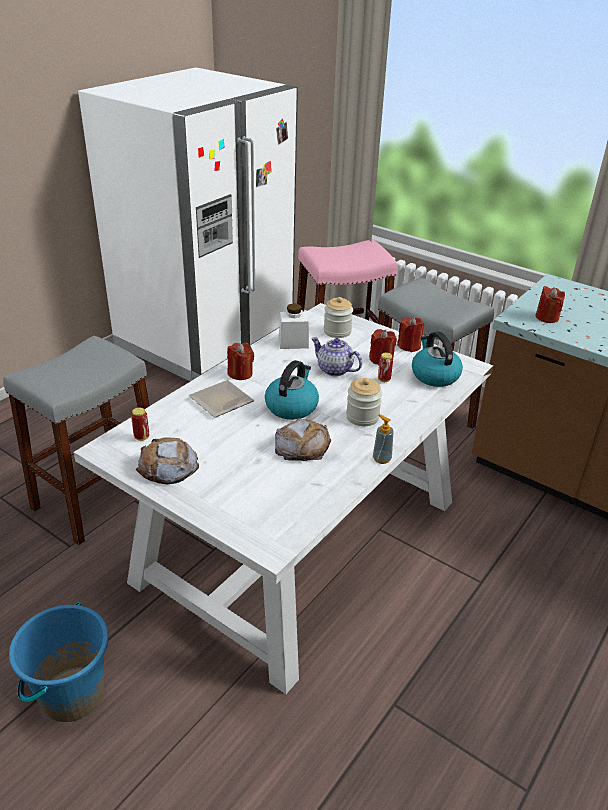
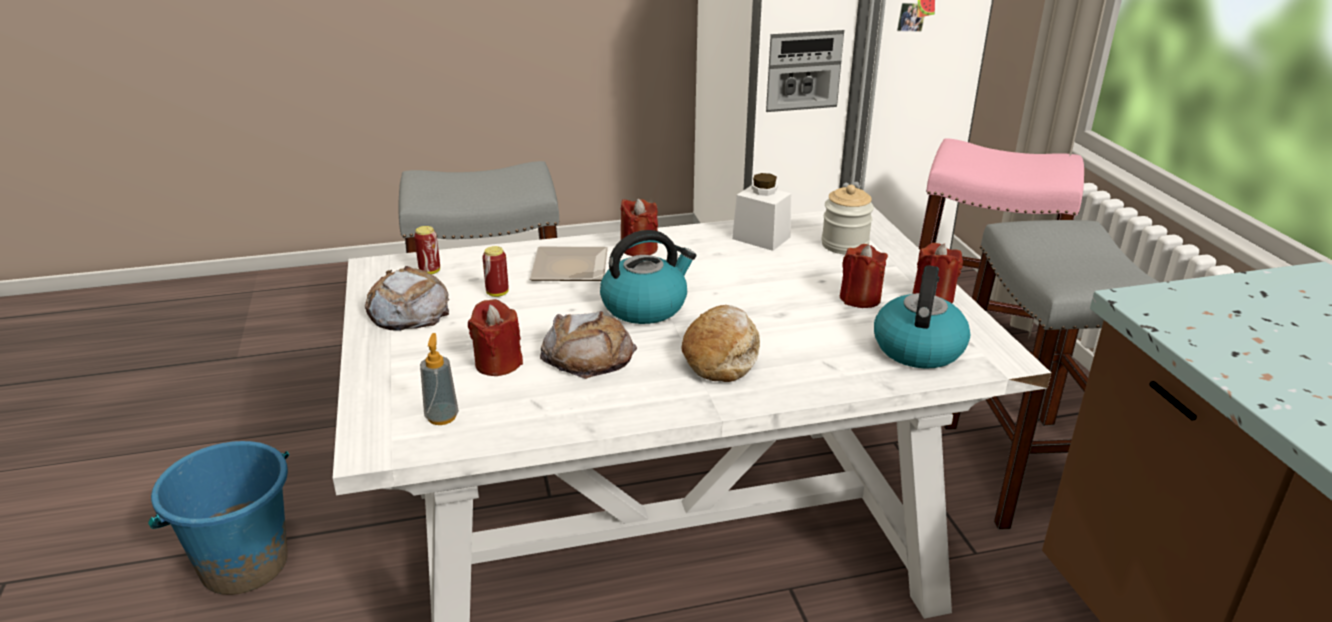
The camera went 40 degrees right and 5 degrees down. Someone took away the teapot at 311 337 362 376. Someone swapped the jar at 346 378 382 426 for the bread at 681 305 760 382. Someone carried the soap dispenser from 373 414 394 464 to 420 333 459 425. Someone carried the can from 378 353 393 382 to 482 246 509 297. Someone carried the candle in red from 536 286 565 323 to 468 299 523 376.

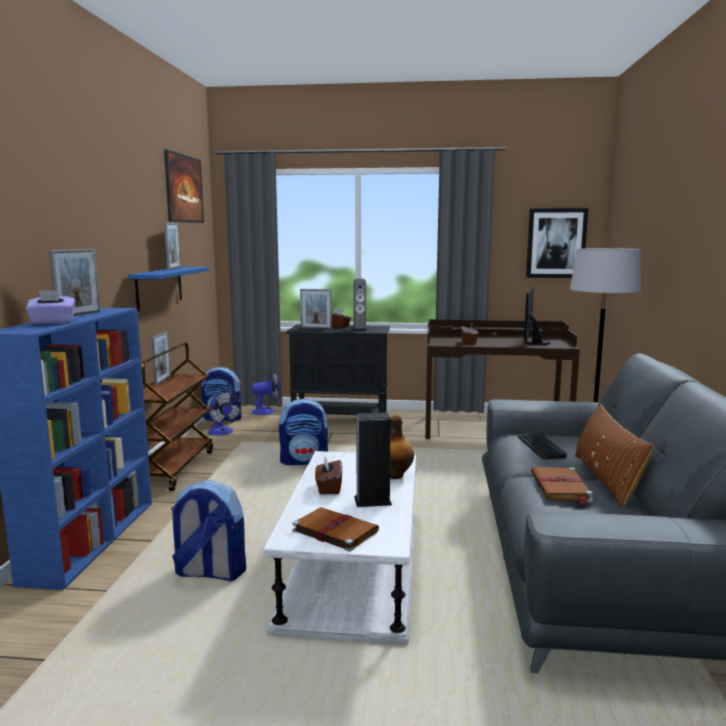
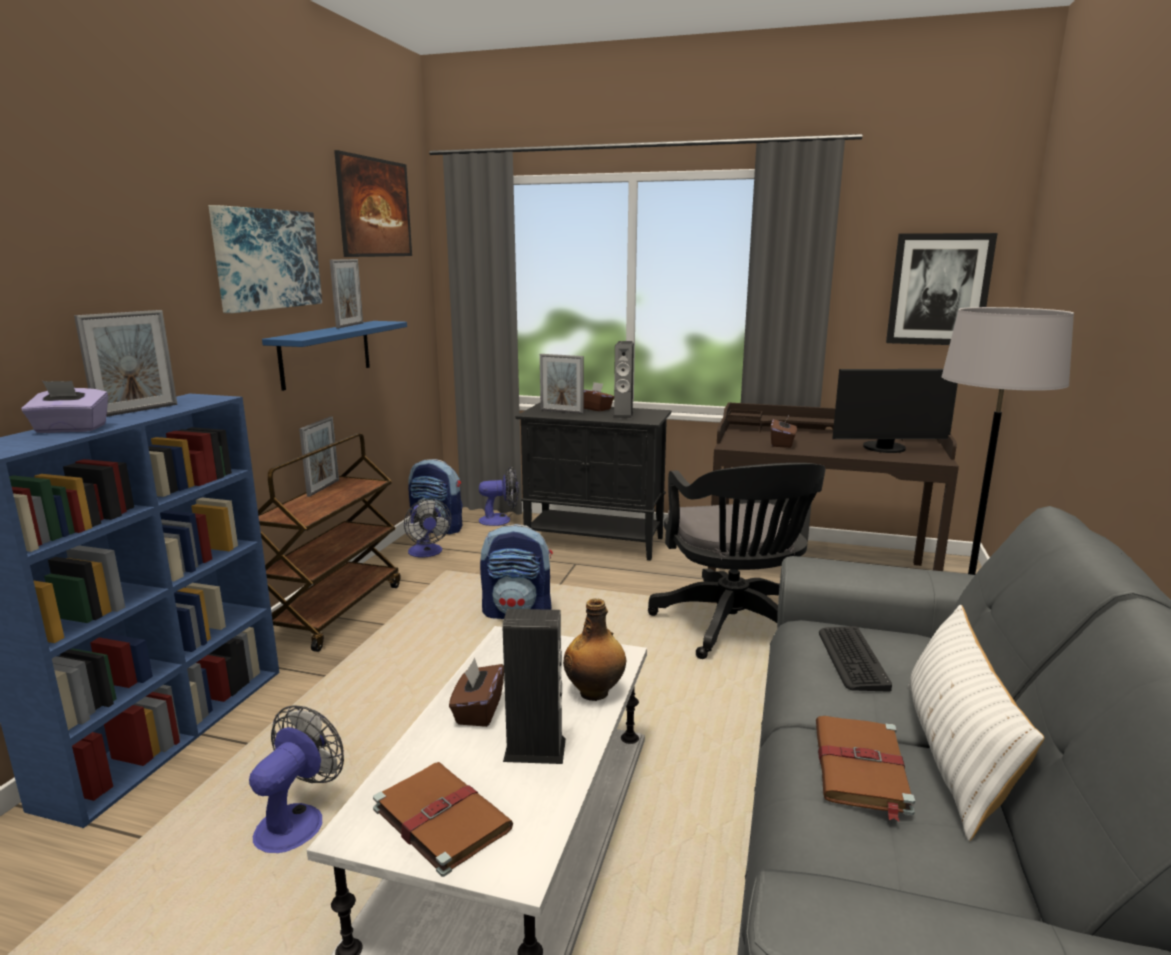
The camera went 10 degrees right and 5 degrees up. Someone swapped the backpack at 171 480 246 581 for the fan at 249 706 344 853. Someone rotated the monitor at 524 287 551 345 by 120 degrees counterclockwise. Someone repainted the pillow in brown at 575 404 654 508, which became the pillow in white at 908 604 1044 841. Someone put up the picture at 209 205 322 313. Someone put down the office chair in black at 648 463 825 659.

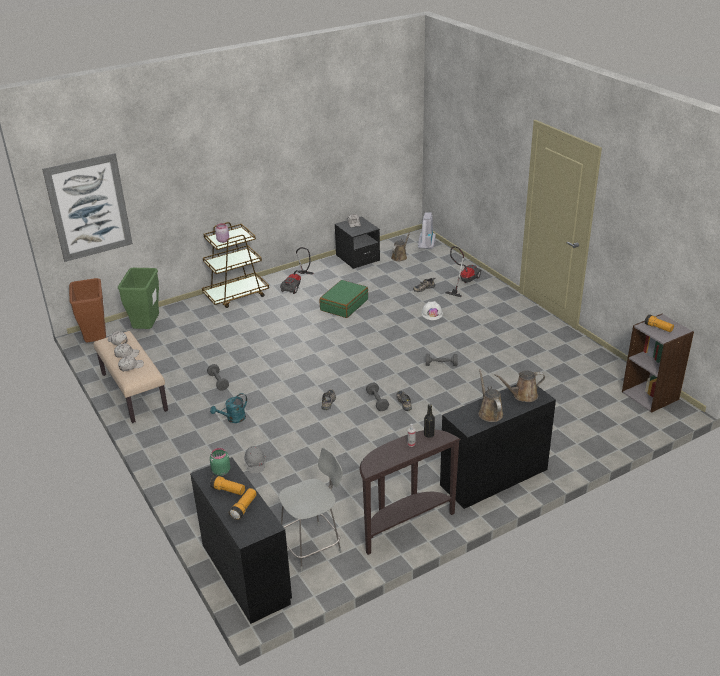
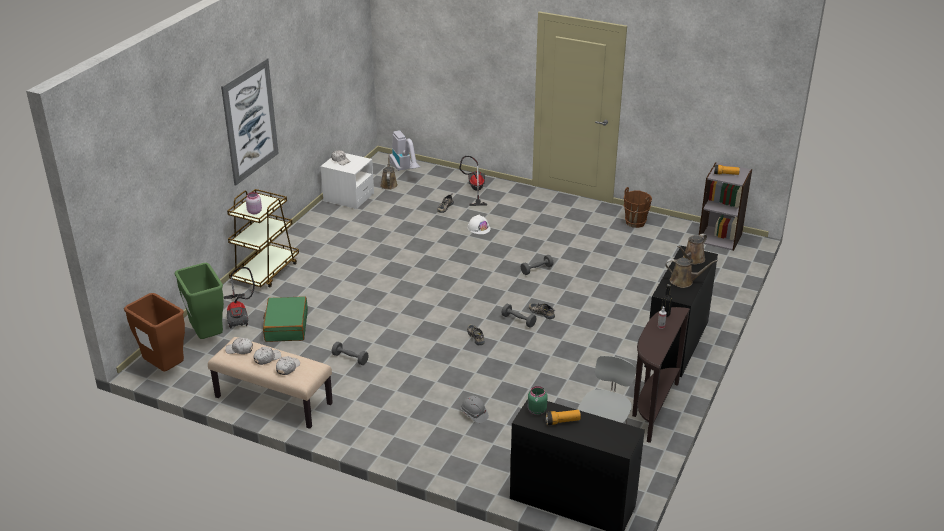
The camera went 35 degrees left and 0 degrees up. Someone carried the picture from 42 153 133 262 to 221 58 279 186. Someone took away the watering can in turquoise at 210 393 247 423. Someone took away the flashlight at 229 488 257 520. Someone carried the vacuum cleaner from 280 247 313 294 to 224 267 255 329. Someone carried the suitcase in green from 320 280 368 318 to 263 296 308 342. Someone repainted the nightstand in black at 335 216 380 269, which became the nightstand in white at 320 153 374 209. Someone rotated the watering can in brown at 479 369 503 422 by 150 degrees clockwise. Someone put down the bucket in brown at 624 187 652 228.

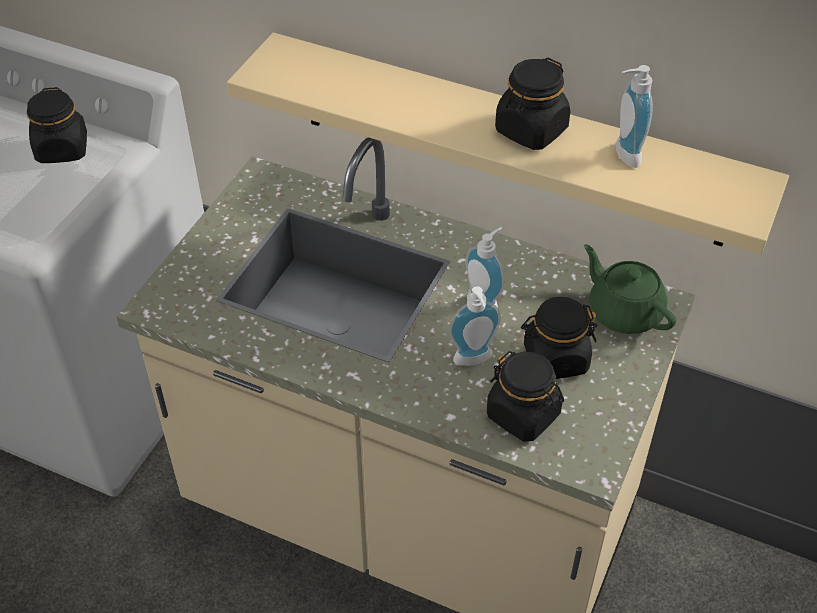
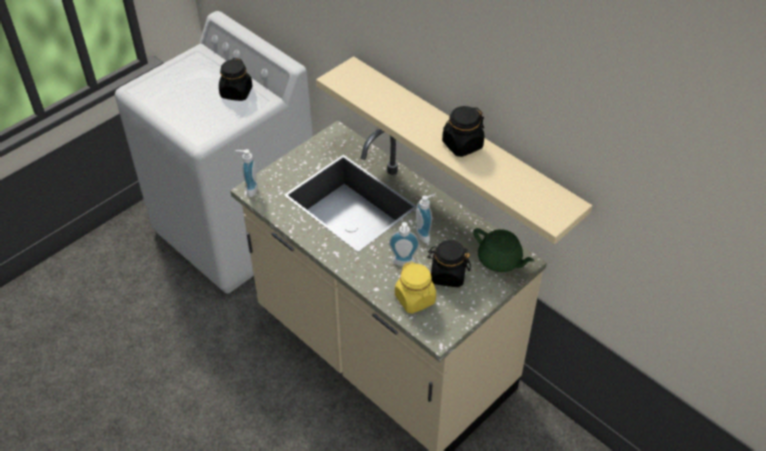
The camera went 20 degrees right and 0 degrees up. Someone repainted the jar in black at 487 351 564 442, which became the jar in yellow at 395 261 436 313. Someone rotated the teapot in green at 584 244 676 334 by 150 degrees clockwise. Someone carried the soap dispenser from 616 65 653 168 to 235 149 258 197.

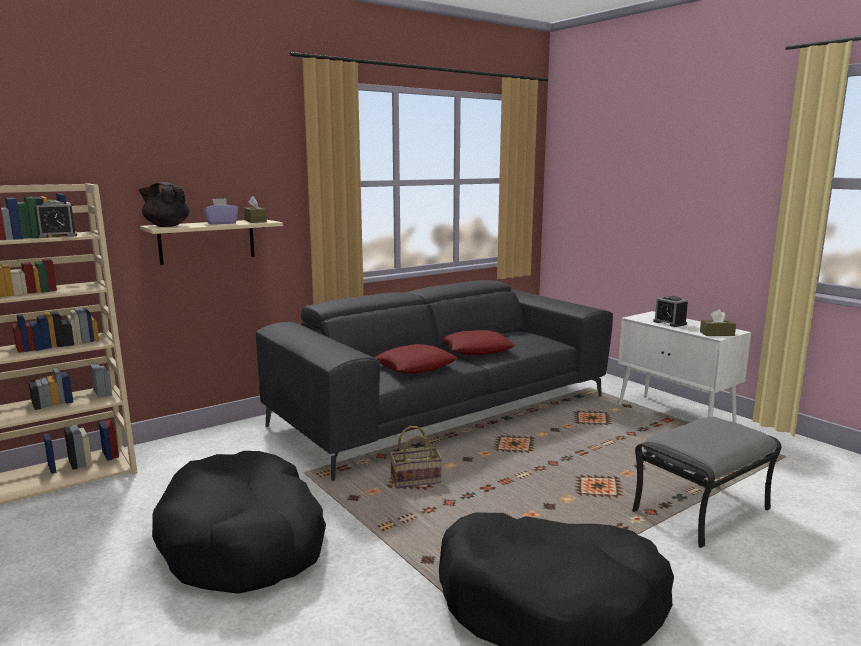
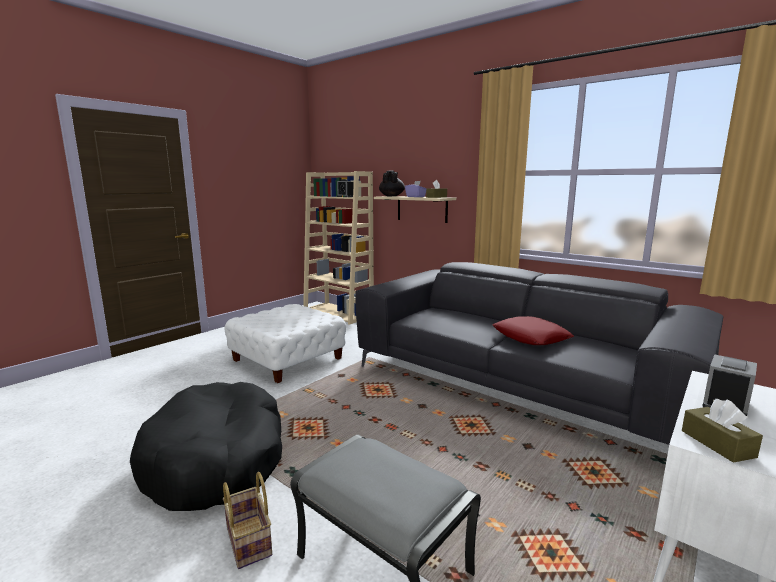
The camera went 75 degrees right and 0 degrees up. Someone swapped the dog bed in black at 152 451 326 594 for the ottoman in white at 224 304 346 383. Someone took away the pillow in red at 374 344 457 374. Someone carried the basket from 390 426 442 488 to 223 472 272 569.

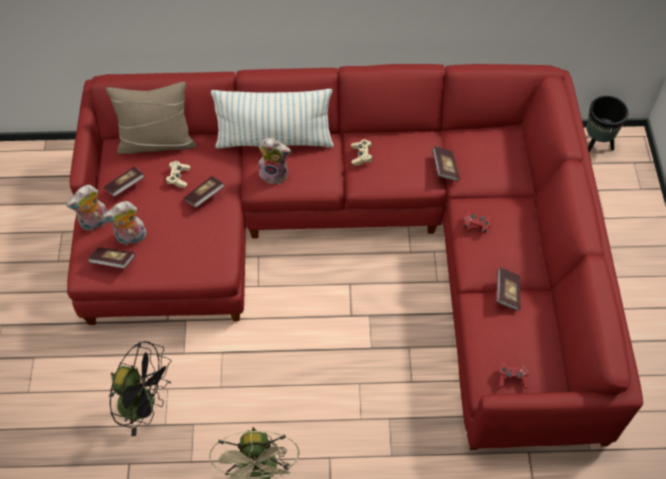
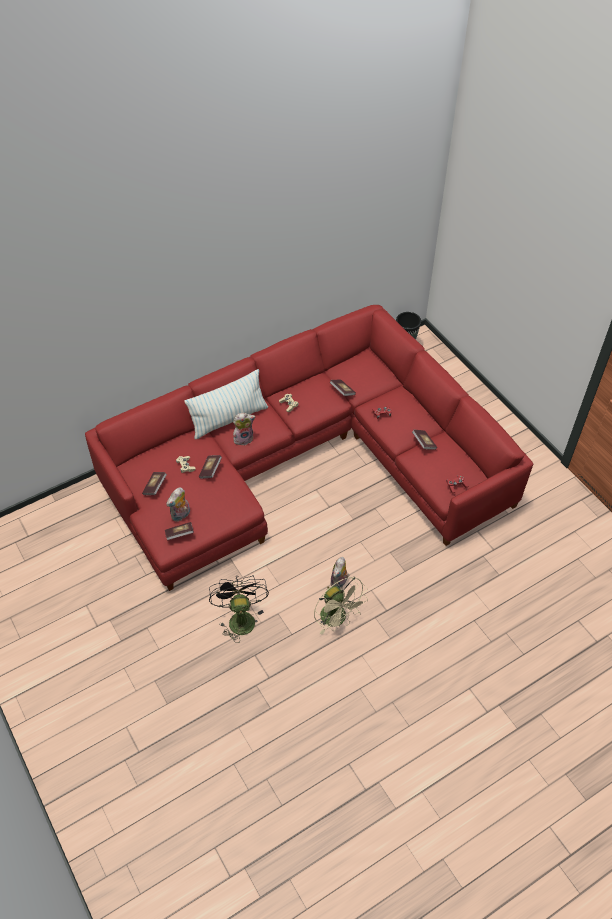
The camera went 30 degrees left and 5 degrees down. Someone carried the plush toy from 66 185 107 231 to 330 557 349 588. Someone took away the pillow in beige at 106 82 197 154. Someone rotated the fan in black at 109 341 171 436 by 90 degrees counterclockwise.

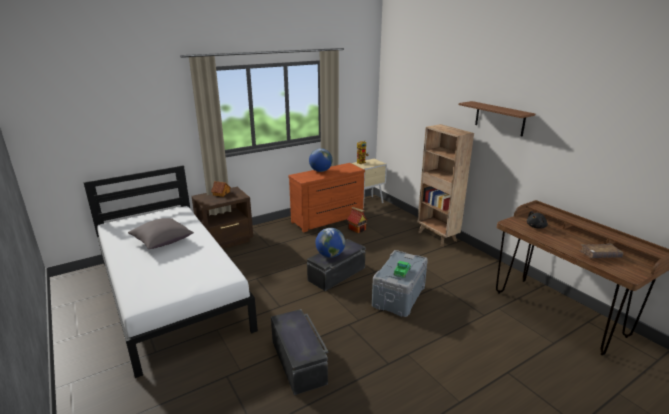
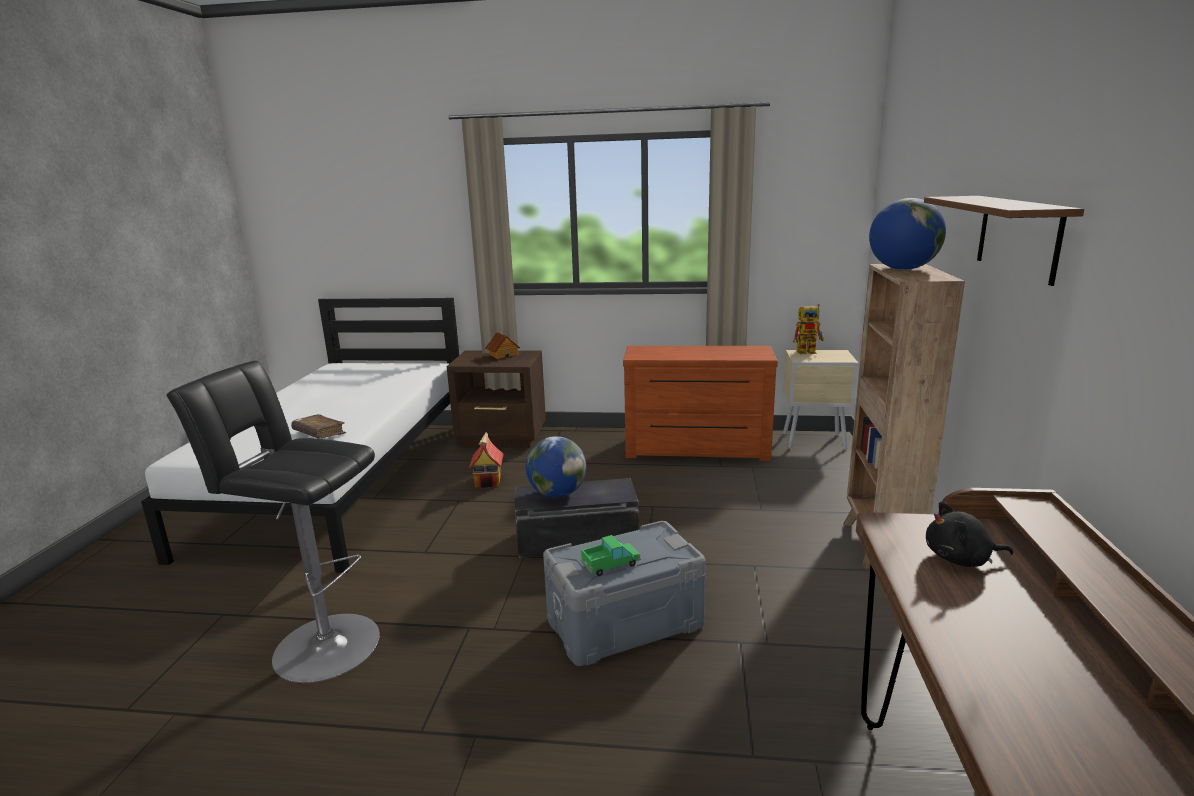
The camera went 40 degrees right and 5 degrees down. Someone took away the pillow in grey at 128 218 194 249. Someone swapped the storage box in black at 271 309 328 395 for the stool in black at 166 361 380 683. Someone carried the globe from 309 148 332 172 to 869 198 946 270. Someone carried the toy house from 347 207 367 233 to 469 432 504 488. Someone carried the book in brown from 580 243 623 258 to 291 414 346 439.

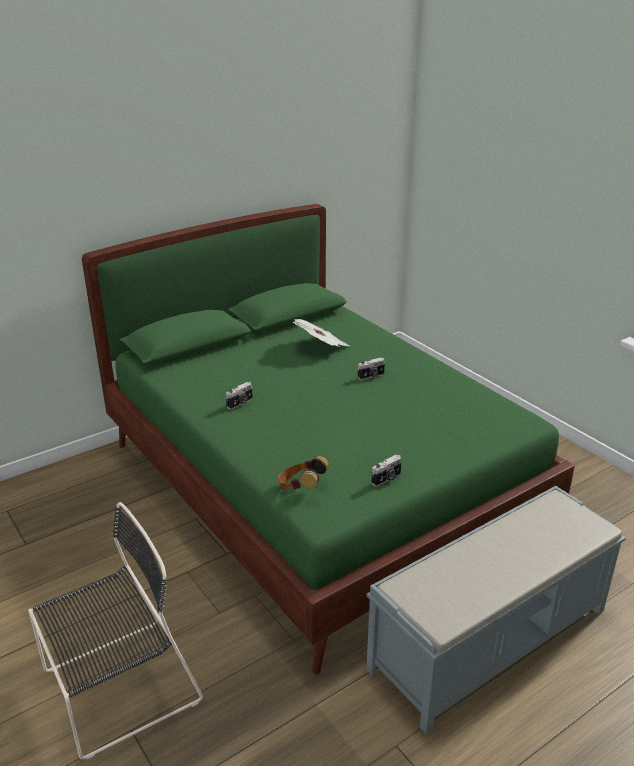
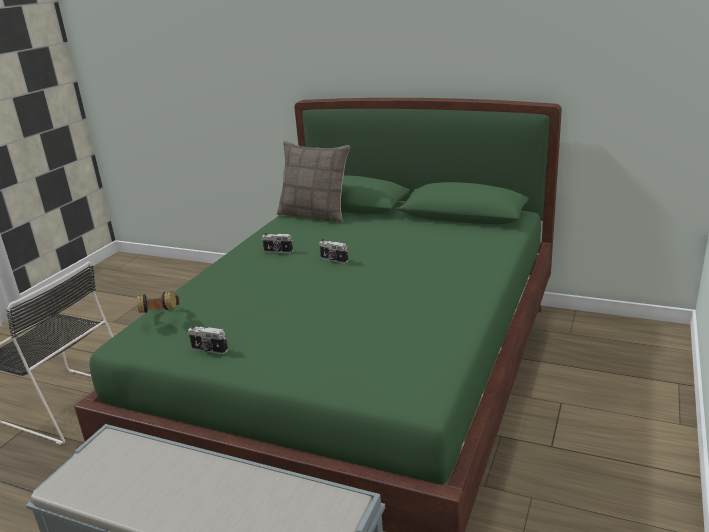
The camera went 60 degrees right and 5 degrees down. Someone took away the newspaper at 293 319 350 347. Someone carried the photo camera from 358 358 385 380 to 319 239 348 264. Someone put down the pillow at 277 141 350 223.

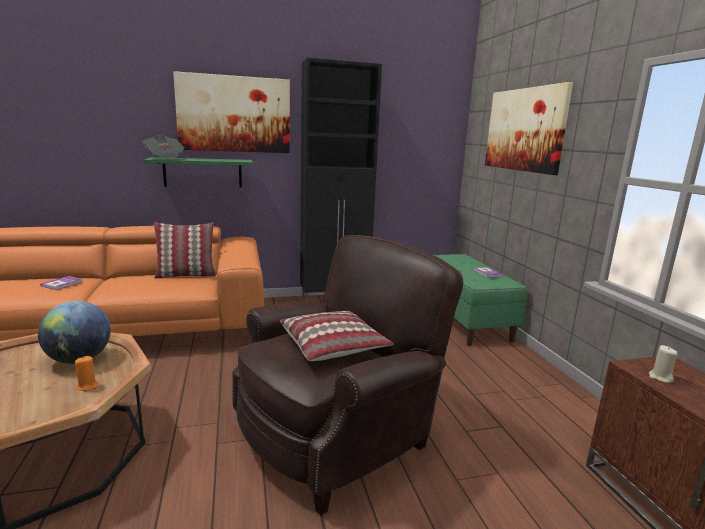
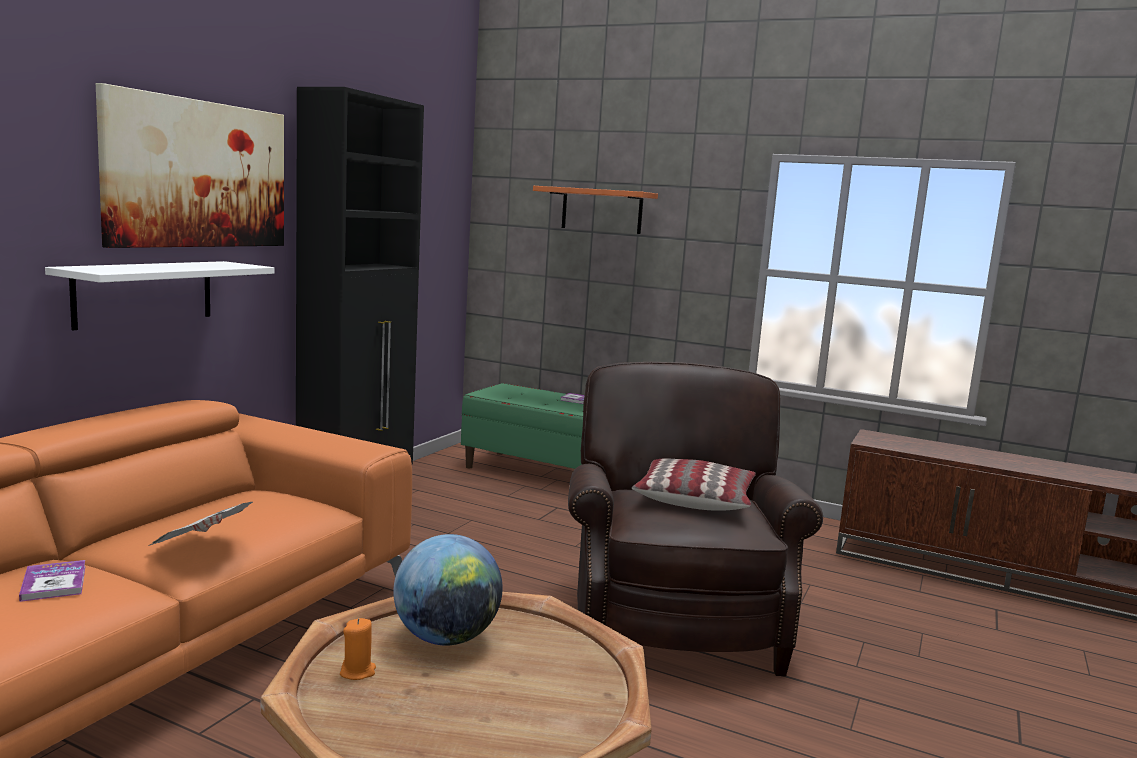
The camera went 50 degrees left and 5 degrees down. Someone carried the candle in orange from 75 356 99 391 to 340 618 376 680. Someone carried the newspaper from 142 135 184 158 to 148 502 253 546. Someone repainted the shelf in green at 144 157 253 188, which became the shelf in white at 45 261 274 330. Someone took away the pillow at 154 223 216 279. Someone swapped the picture at 485 82 573 175 for the shelf in orange at 533 186 658 234. Someone took away the candle in beige at 649 345 677 383.

